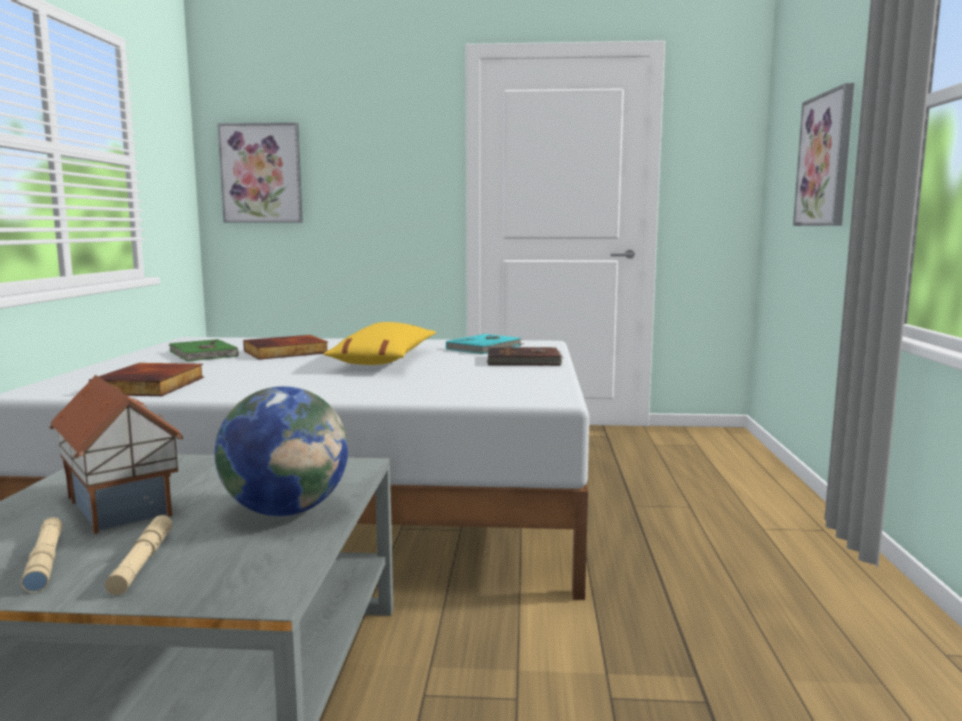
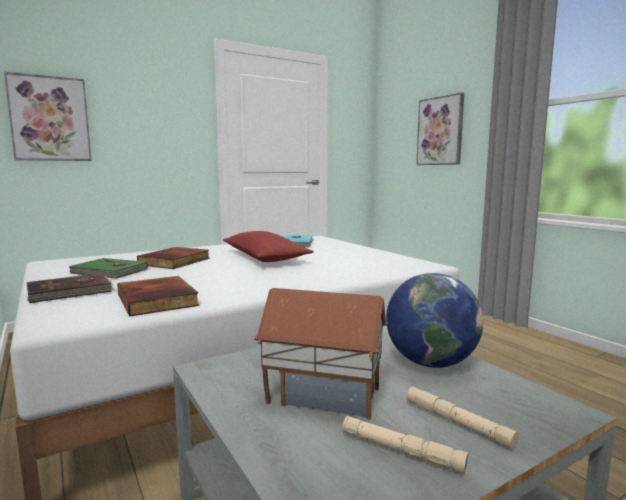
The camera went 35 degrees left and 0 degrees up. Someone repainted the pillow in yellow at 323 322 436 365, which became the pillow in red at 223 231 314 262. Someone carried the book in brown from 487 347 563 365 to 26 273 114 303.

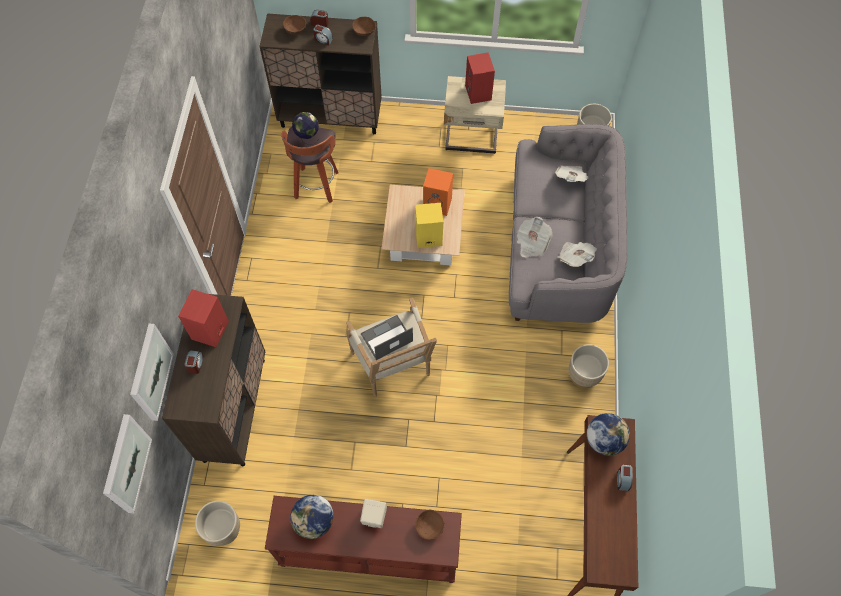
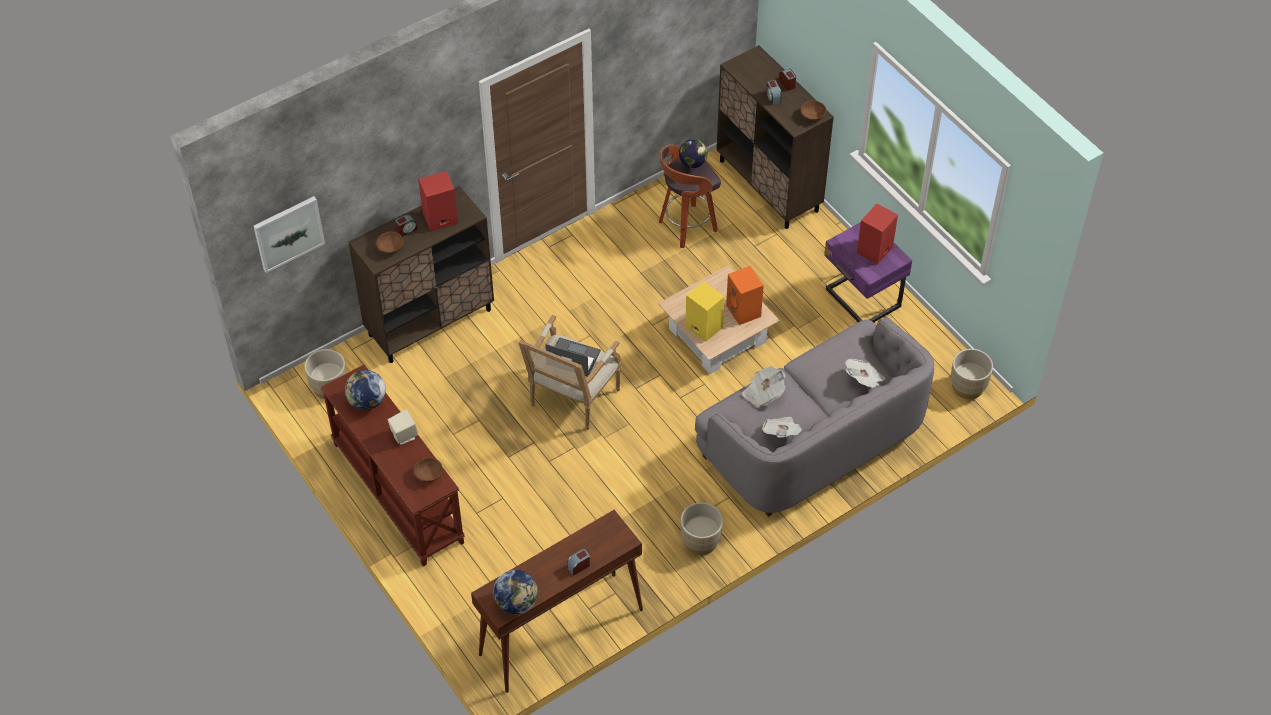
The camera went 50 degrees right and 10 degrees down. Someone took away the picture at 130 324 174 421. Someone carried the bowl in brown from 283 15 306 35 to 376 232 404 255. Someone repainted the nightstand in beige at 444 76 506 154, which became the nightstand in purple at 824 222 912 322. Someone carried the globe from 587 413 630 456 to 493 570 538 615.

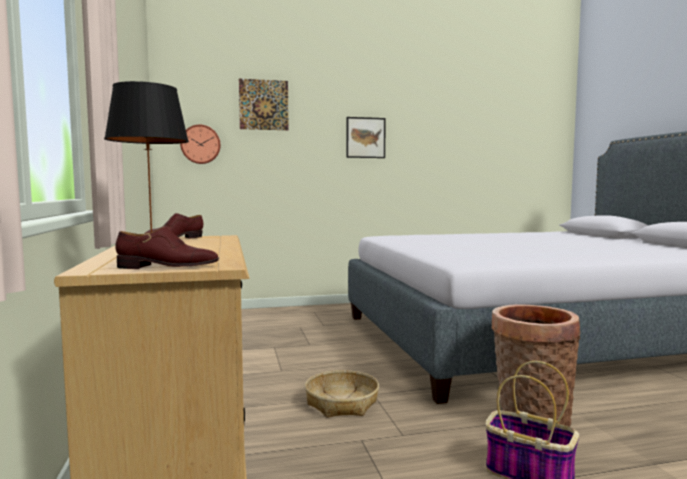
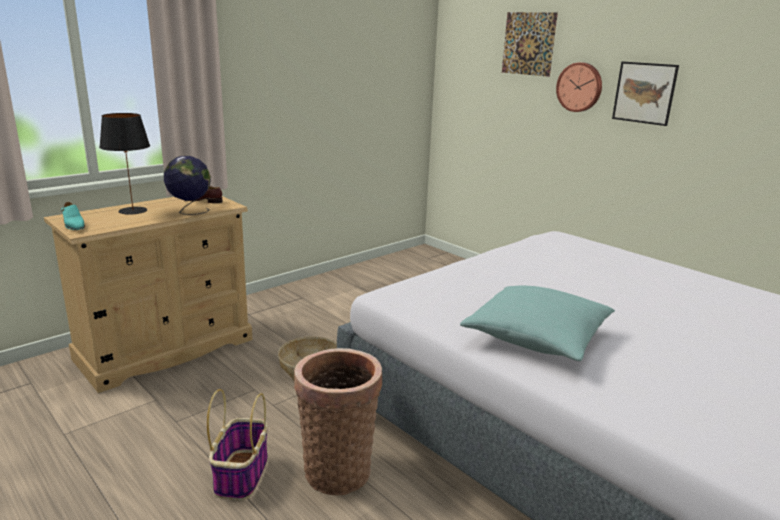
The camera went 60 degrees right and 15 degrees up. Someone repainted the shoe in brown at 115 226 219 269, which became the shoe in turquoise at 61 202 85 230. Someone carried the wall clock from 180 125 221 164 to 556 62 602 112. Someone put down the globe at 164 156 211 215. Someone put down the pillow in turquoise at 460 286 615 361.

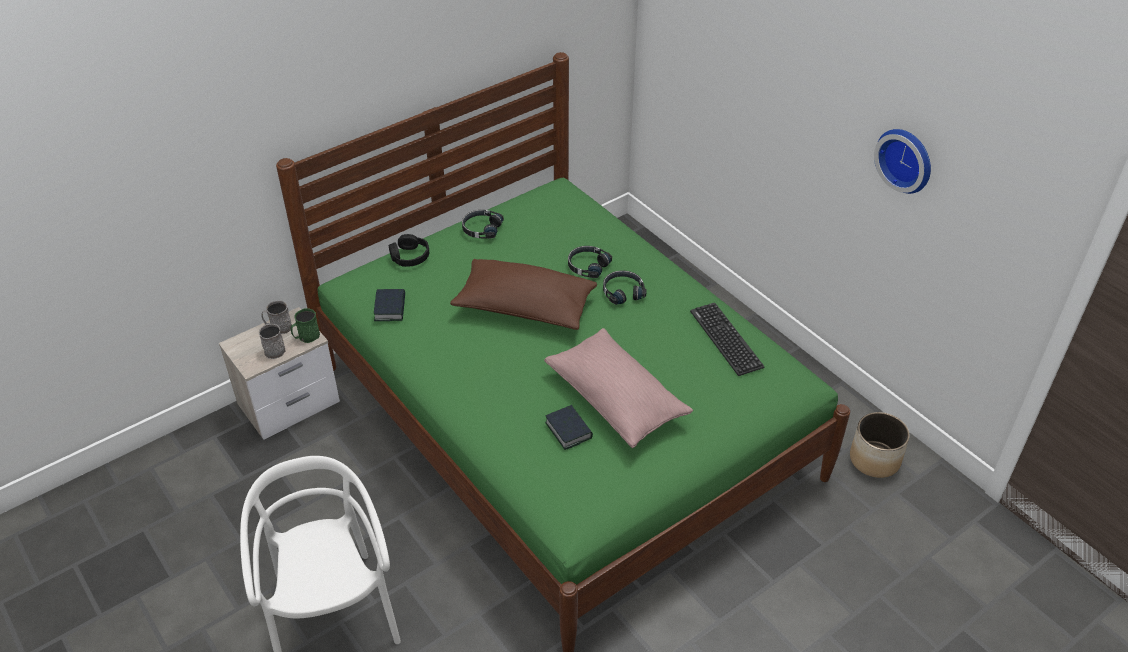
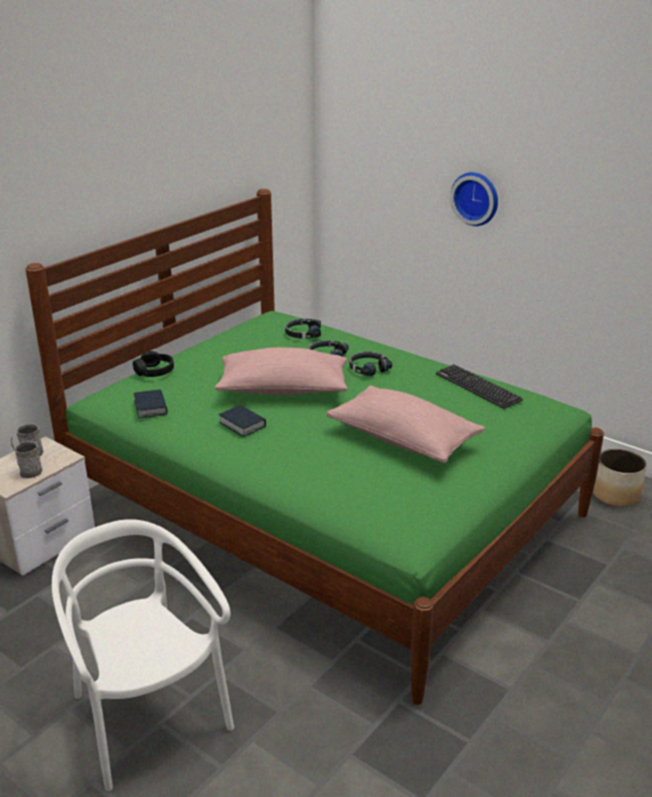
The camera went 15 degrees left and 15 degrees down. Someone took away the mug in green at 291 308 320 343. Someone repainted the pillow in brown at 450 259 597 330, which became the pillow in pink at 215 347 347 395. Someone carried the headphones in black from 462 210 504 239 to 285 319 321 339. Someone carried the book from 545 405 593 450 to 219 405 266 437. Someone carried the wall clock from 874 129 931 194 to 450 172 498 226.

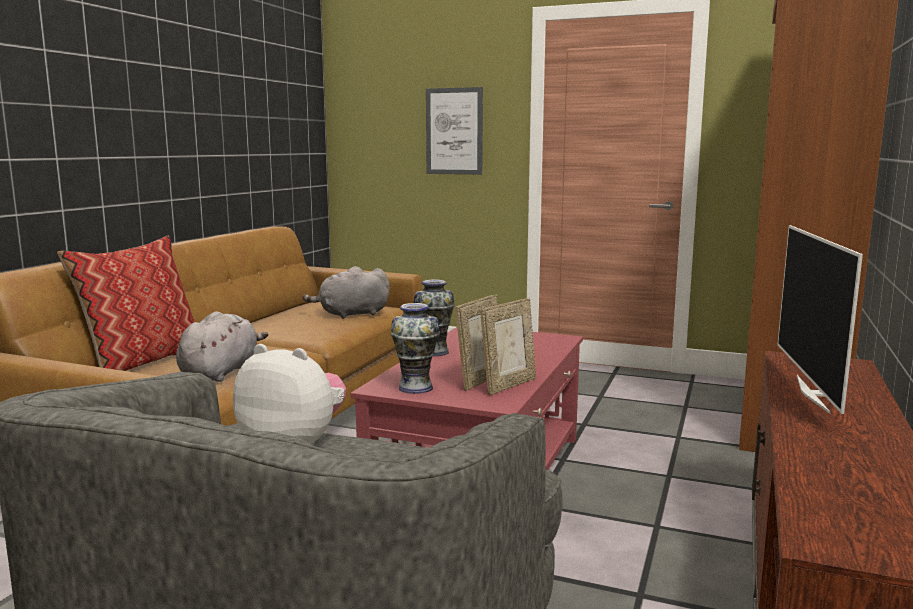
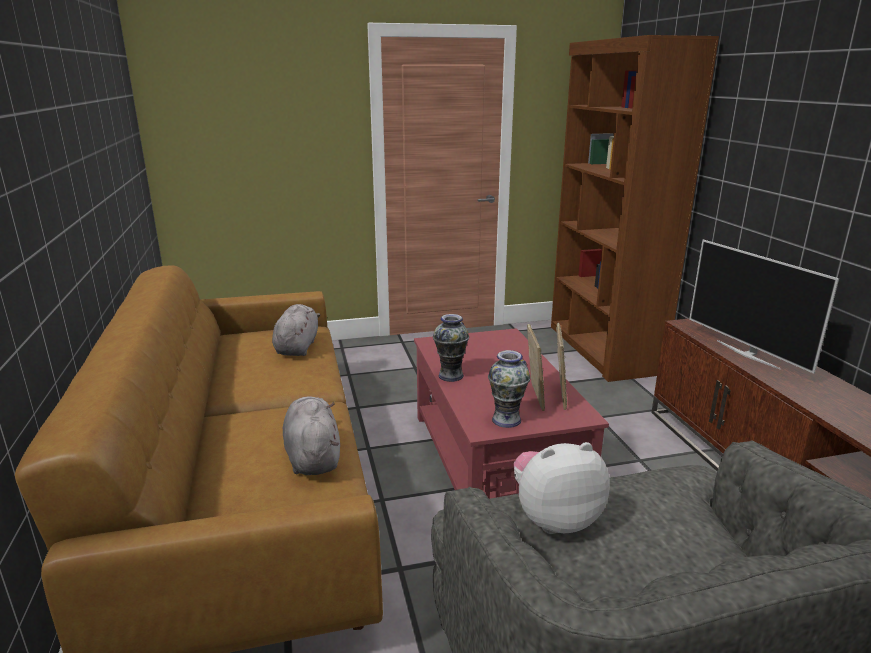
The camera went 35 degrees left and 10 degrees up. Someone took away the pillow at 57 236 194 371. Someone rotated the plush toy in grey at 302 266 390 319 by 150 degrees clockwise. Someone took away the picture at 426 87 483 175.

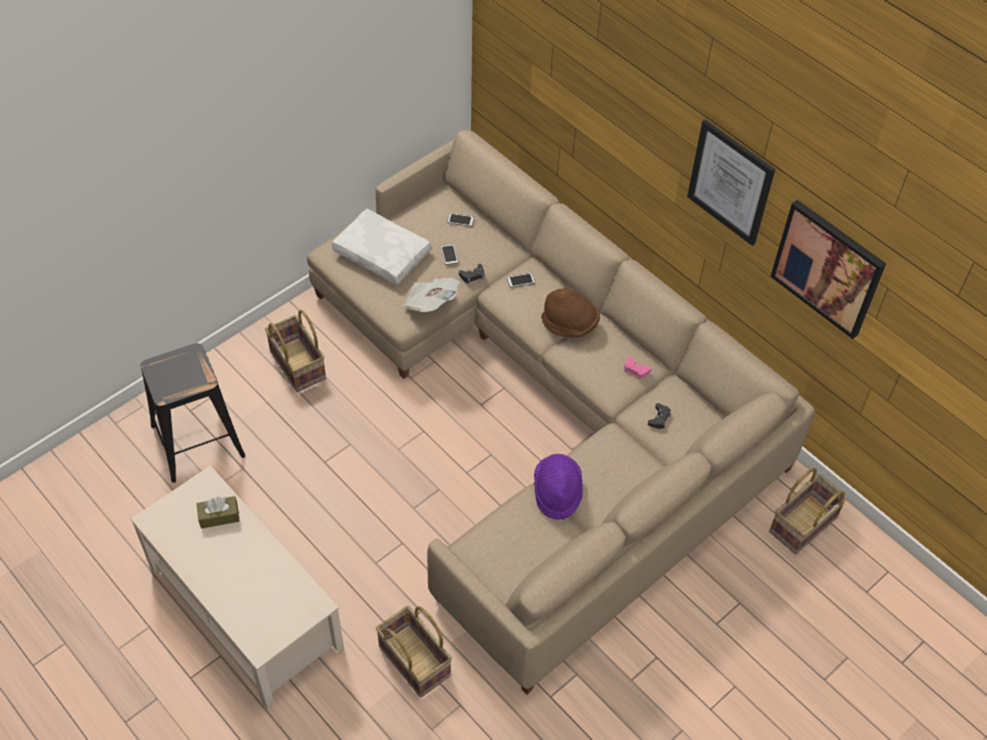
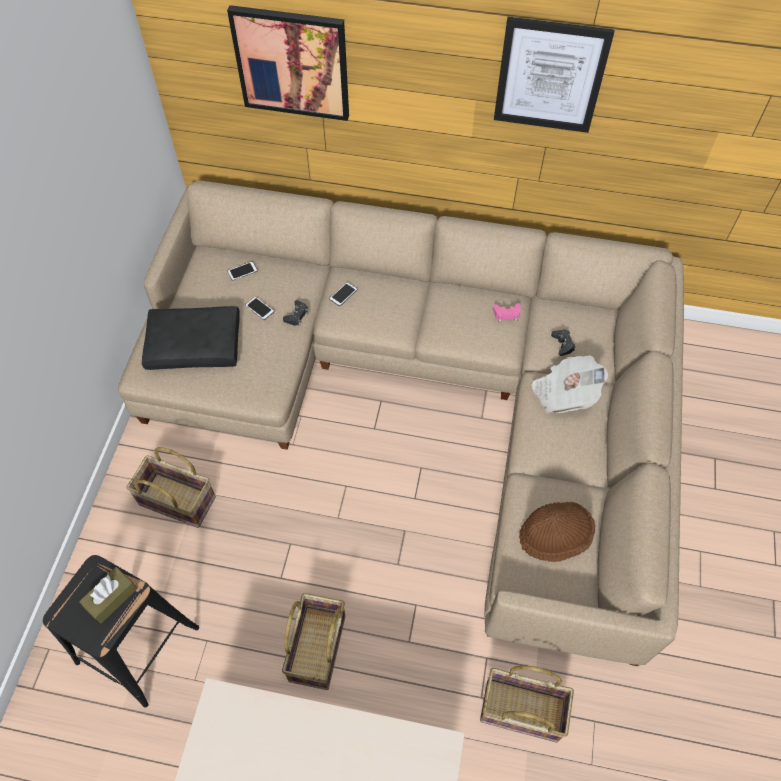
The camera went 35 degrees left and 5 degrees up. Someone carried the tissue box in brown from 197 496 240 529 to 79 567 137 623. Someone repainted the pillow in white at 332 209 431 285, which became the pillow in black at 142 306 240 370. Someone carried the newspaper from 403 277 460 312 to 531 355 608 414. Someone took away the hat in purple at 534 454 583 520. Someone carried the hat in brown from 541 288 600 338 to 519 502 595 562. Someone carried the basket from 769 468 848 554 to 282 593 345 690. Someone carried the picture from 770 200 886 339 to 227 5 349 121.

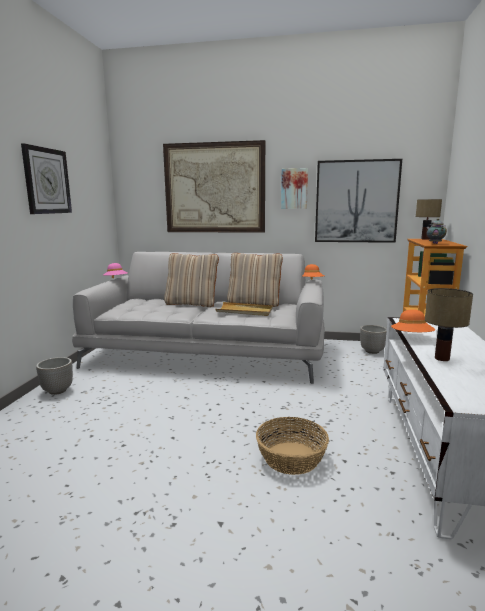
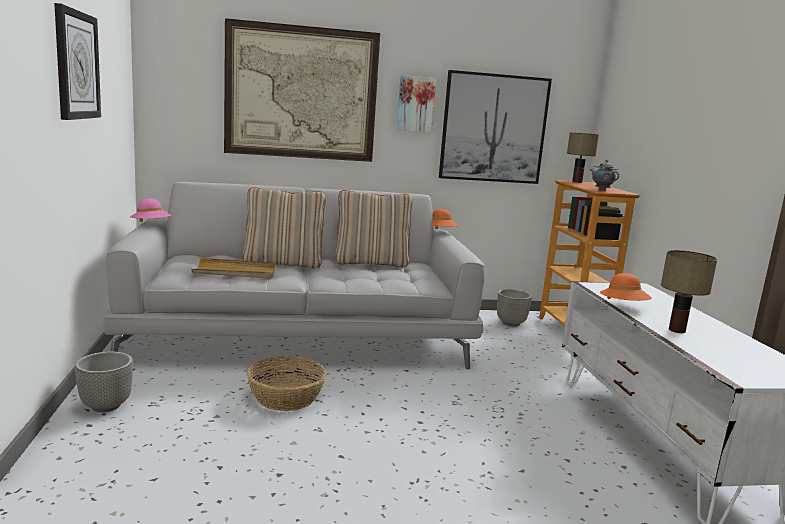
The camera went 20 degrees left and 0 degrees up. Someone carried the tray in beige from 216 302 273 316 to 191 258 276 279. Someone carried the basket from 256 417 329 475 to 247 356 326 411.

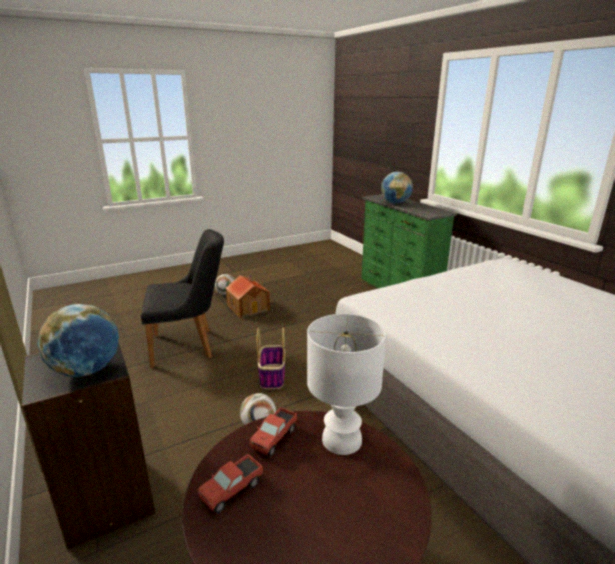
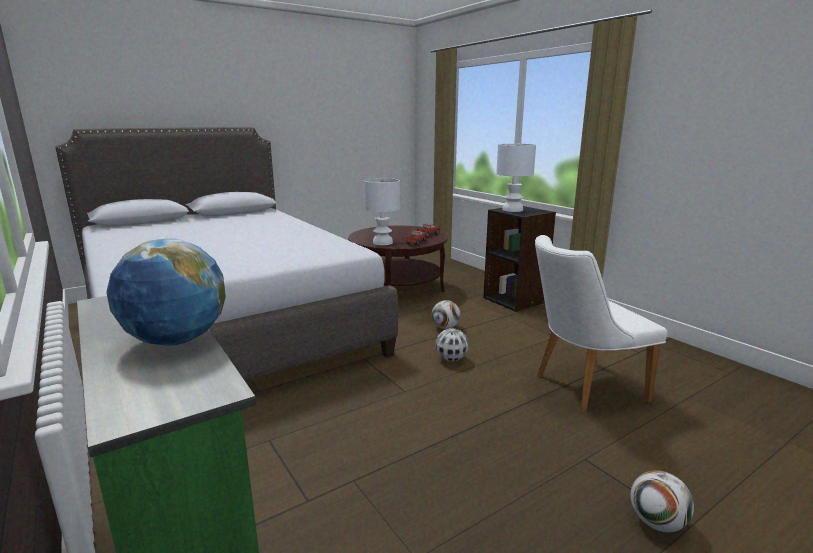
The camera went 175 degrees right and 5 degrees down. Someone swapped the globe at 37 304 119 377 for the table lamp in white at 496 144 536 212. Someone repainted the chair in black at 141 229 224 368, which became the chair in white at 535 235 668 414. Someone took away the toy house at 225 275 270 318. Someone swapped the basket at 257 327 285 389 for the football at 435 328 468 362.

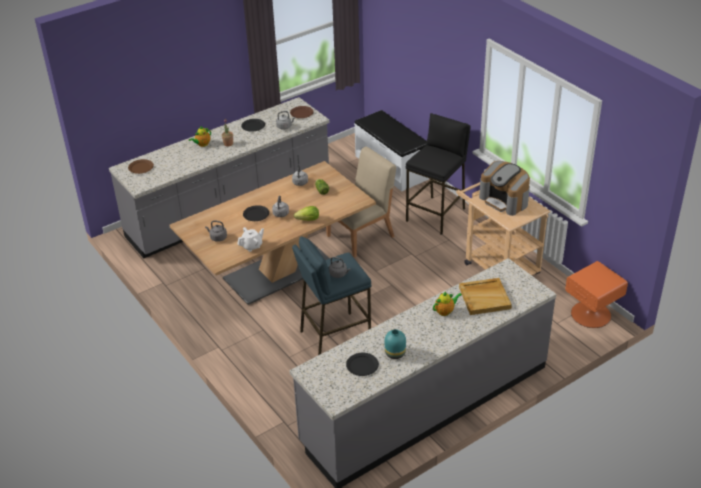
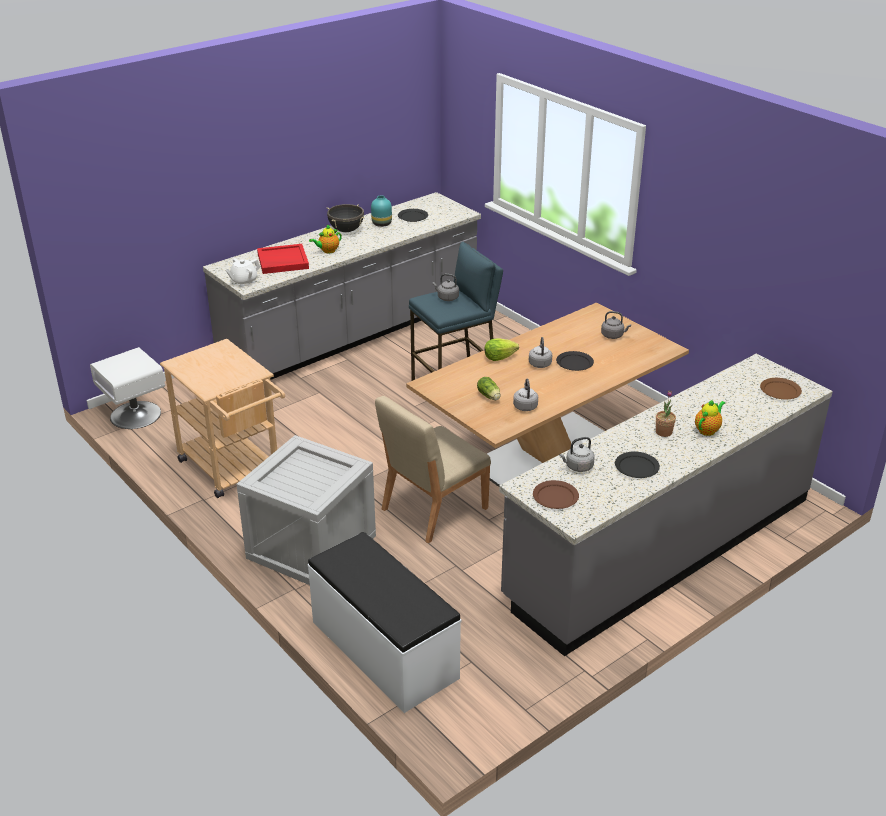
The camera went 175 degrees right and 5 degrees down. Someone carried the teapot in white from 237 227 264 252 to 226 258 260 286. Someone swapped the stool in black at 406 113 471 235 for the crate at 237 435 376 585. Someone repainted the tray in beige at 459 278 512 315, which became the tray in red at 257 244 309 274. Someone took away the coffee machine at 479 161 530 216. Someone repainted the nightstand in orange at 565 261 628 328, which became the nightstand in white at 90 347 165 429. Someone put down the cooking pot in black at 327 204 365 232.

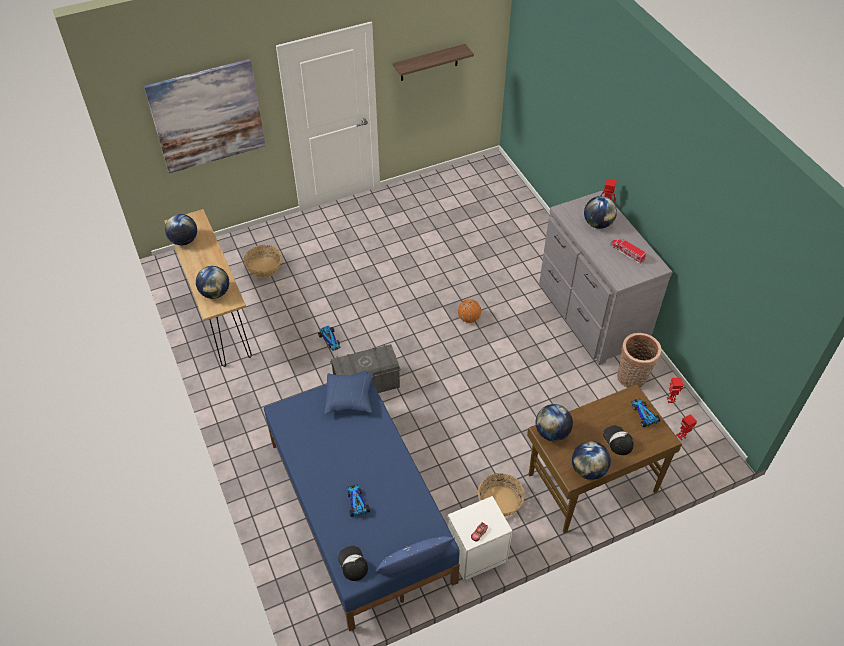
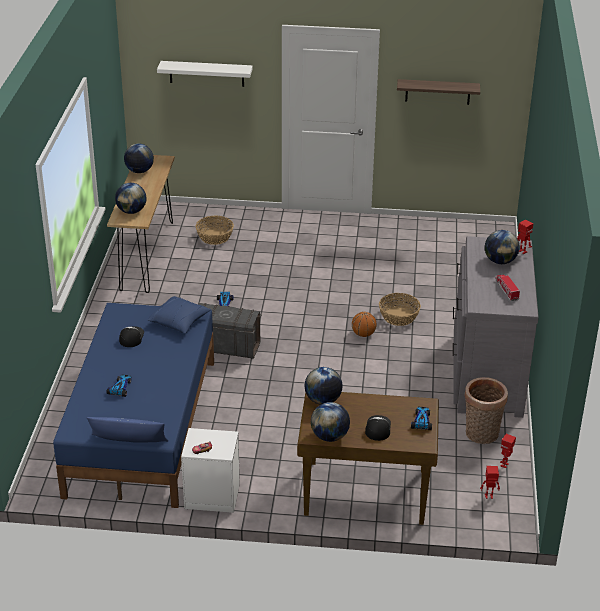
The camera went 30 degrees right and 15 degrees down. Someone swapped the picture at 144 59 265 173 for the shelf in white at 157 61 253 87. Someone carried the cap from 338 546 368 581 to 119 326 144 347. Someone carried the basket from 478 473 525 517 to 379 293 421 326.

